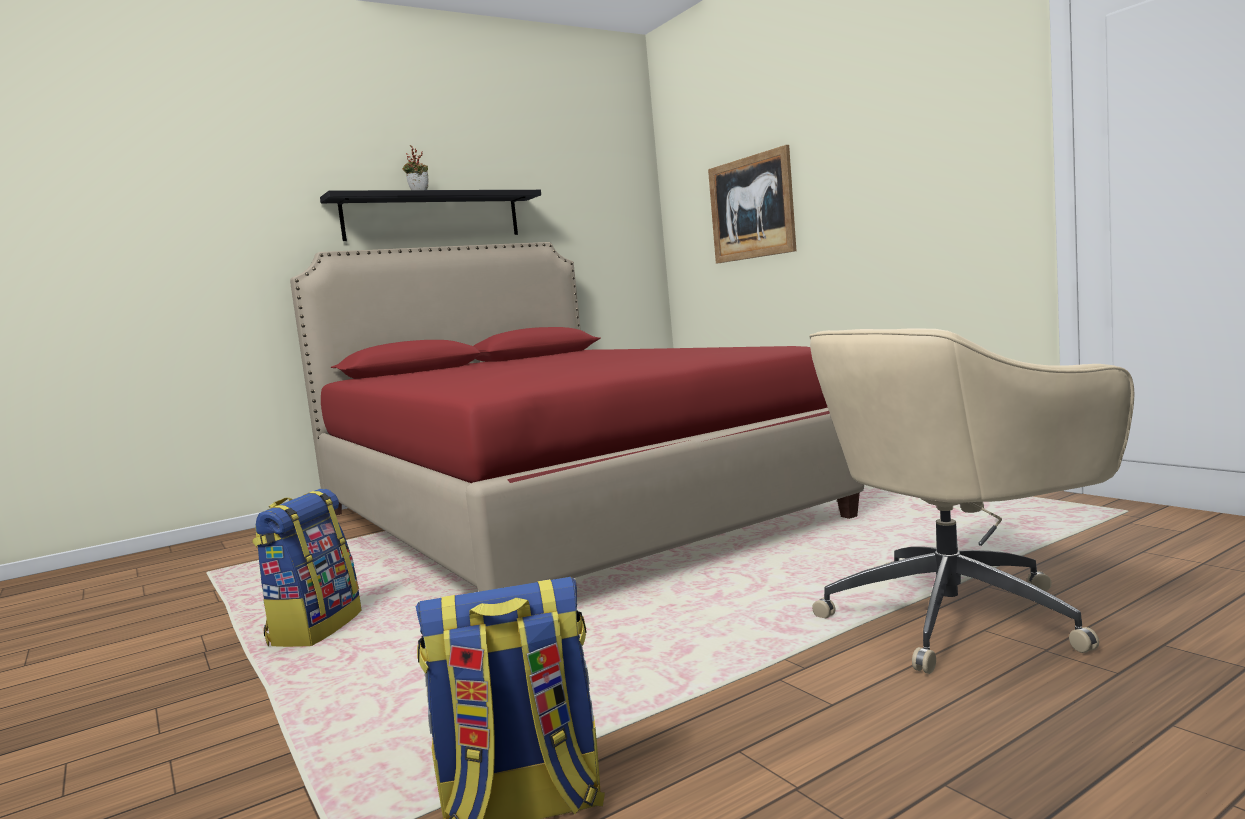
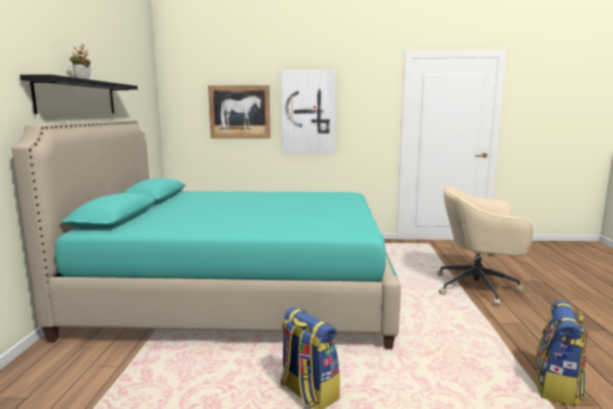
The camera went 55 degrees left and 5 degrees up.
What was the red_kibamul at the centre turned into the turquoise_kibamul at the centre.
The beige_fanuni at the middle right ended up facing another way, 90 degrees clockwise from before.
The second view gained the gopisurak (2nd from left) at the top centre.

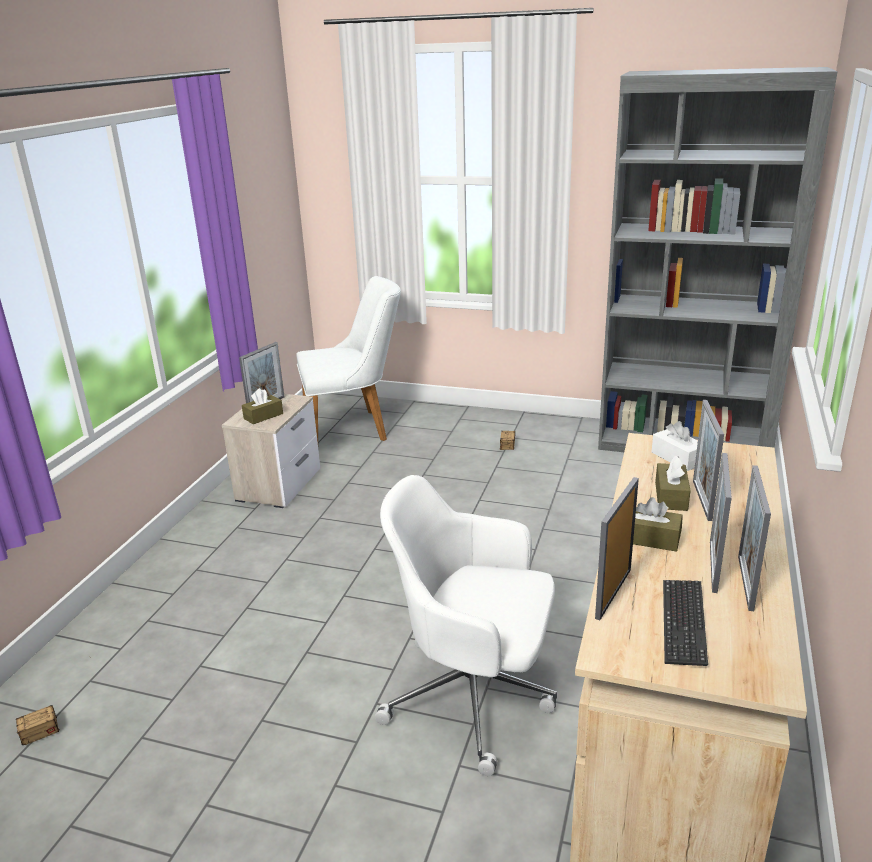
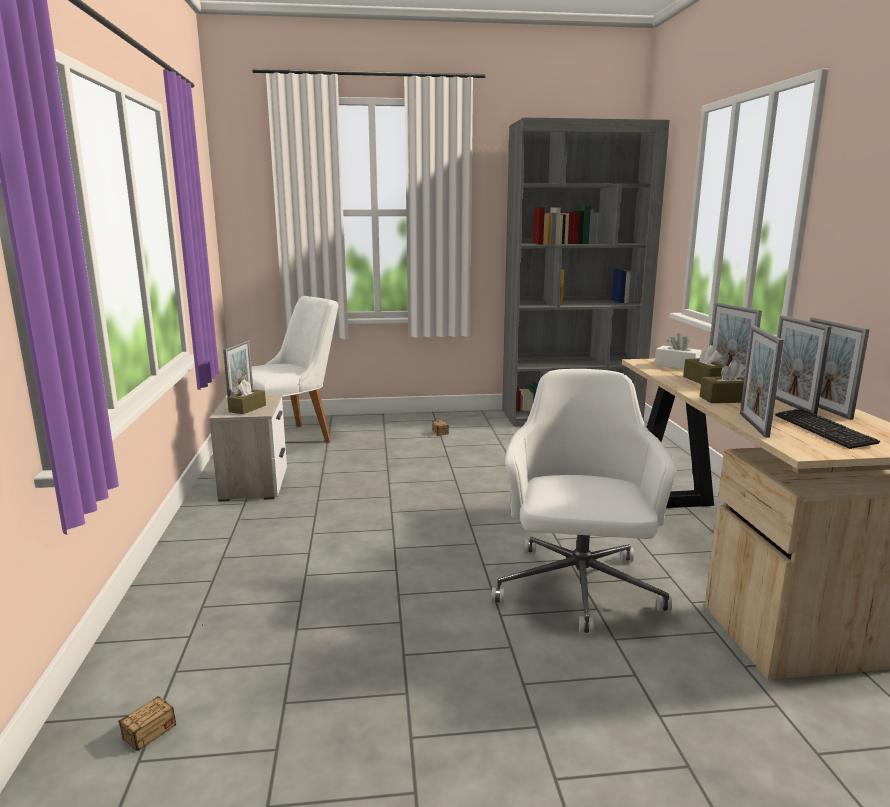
The camera went 25 degrees left and 10 degrees down.
The white_fanuni at the bottom centre ended up facing another way, 105 degrees clockwise from before.

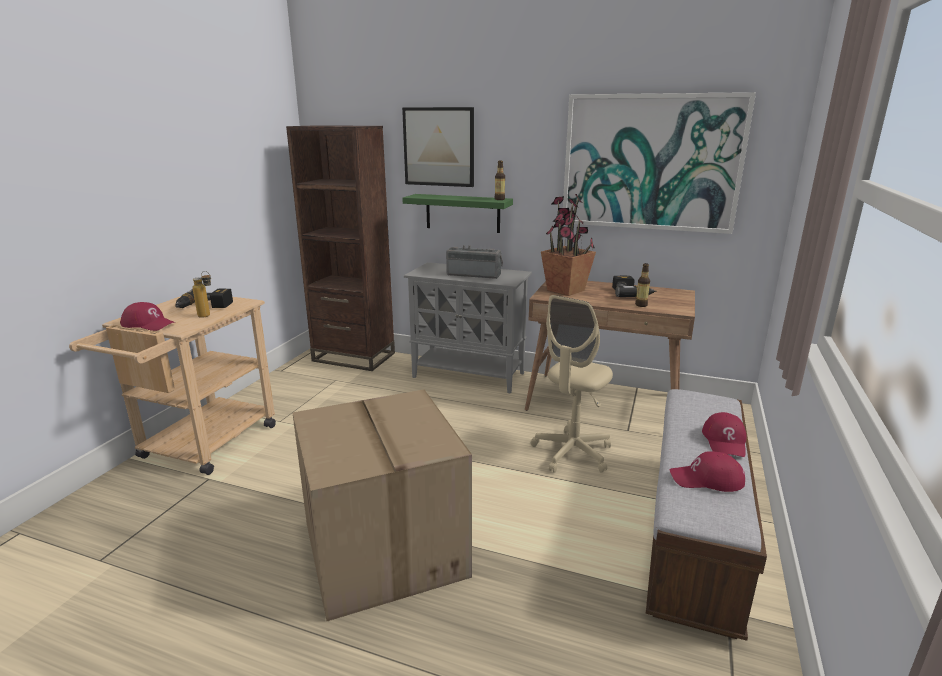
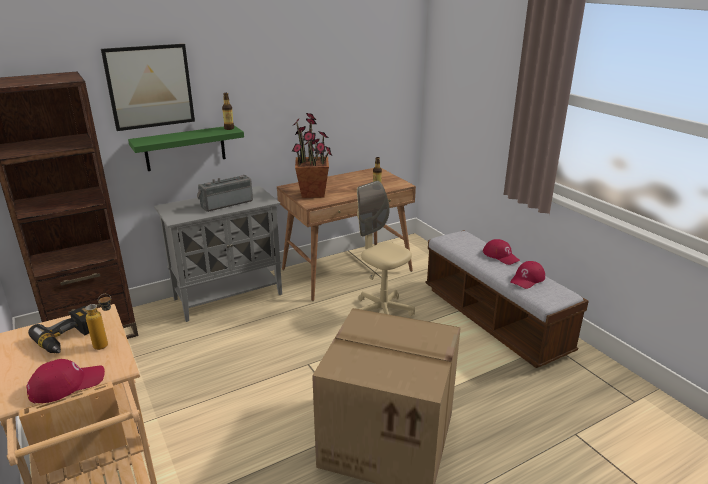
The camera went 50 degrees left and 5 degrees up.
The second view lost the gopisurak (2nd from left) at the top right.
The second view lost the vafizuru (2nd from left) at the middle right.
The beige_fanuni at the centre ended up facing another way, 150 degrees clockwise from before.

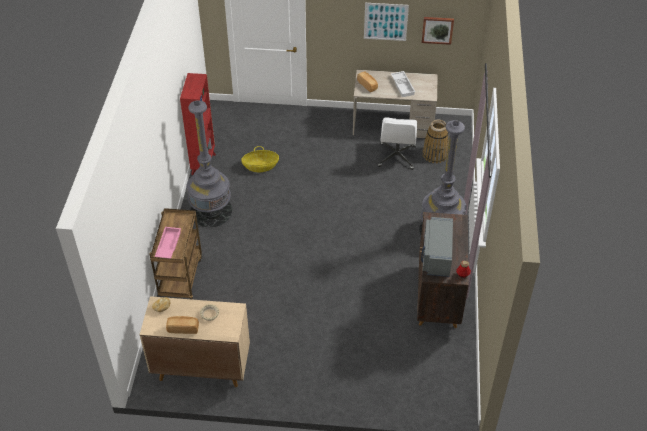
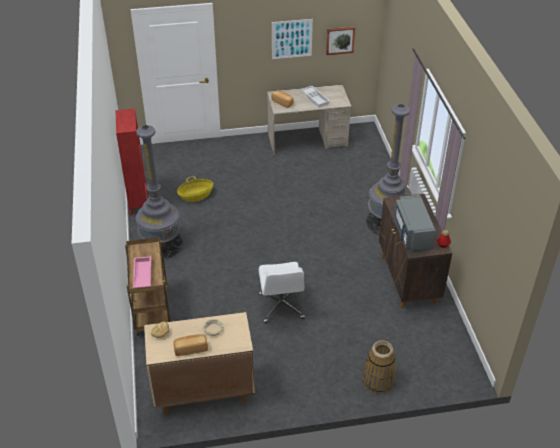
The camera went 15 degrees left and 5 degrees down.
The white_fanuni ended up elsewhere, having gone from the top centre to the centre.
The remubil (2nd from left) ended up elsewhere, having gone from the top right to the bottom right.

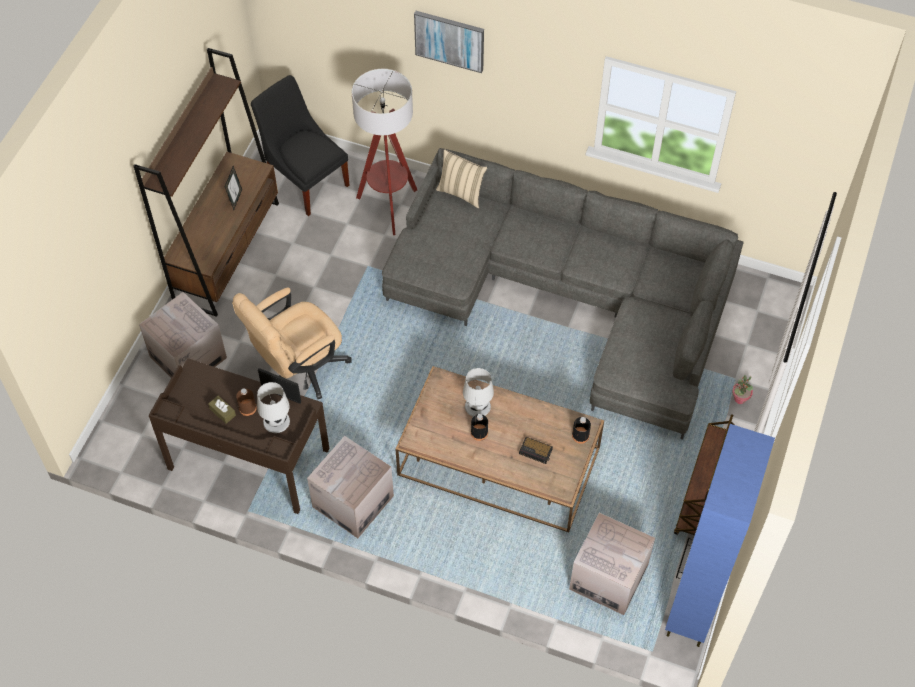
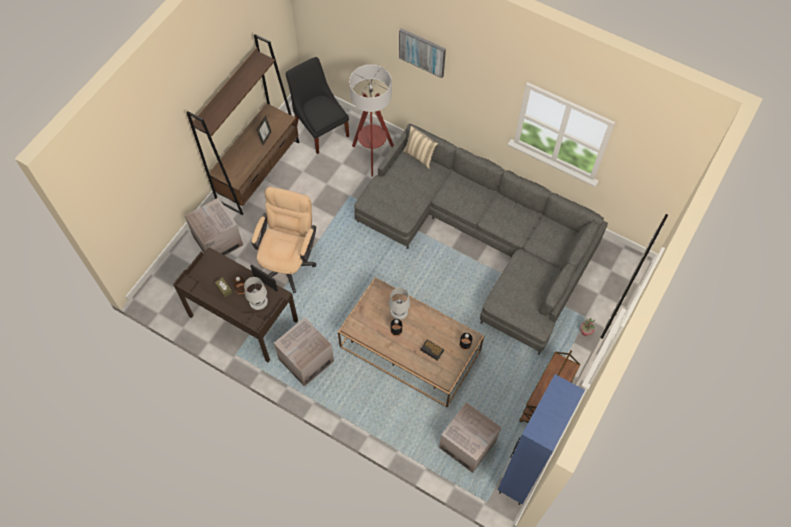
The camera went 10 degrees right and 5 degrees up.
The beige_fanuni at the middle left ended up facing another way, 135 degrees clockwise from before.

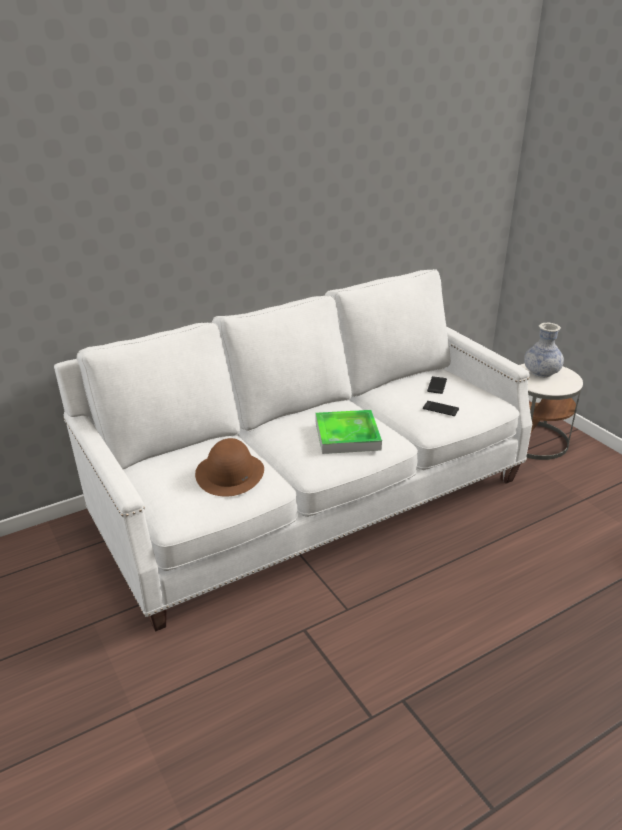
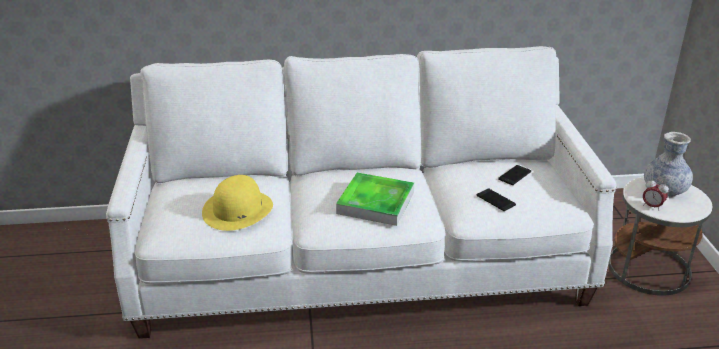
The camera went 25 degrees right and 0 degrees up.
What was the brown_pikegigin at the centre turned into the yellow_pikegigin at the middle left.
The second view gained the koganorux at the middle right.

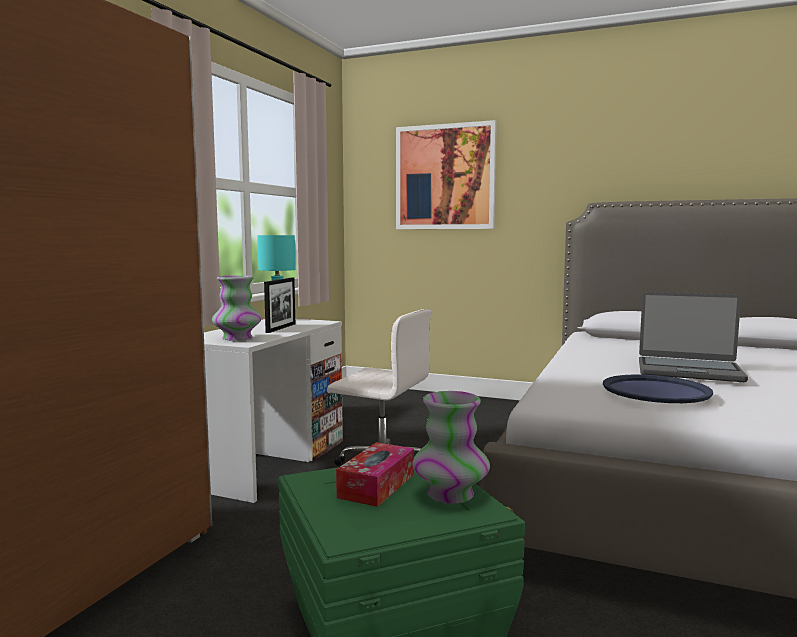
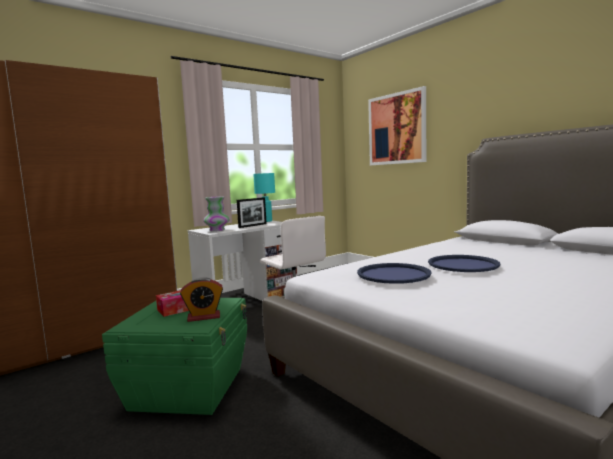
The camera went 30 degrees right and 0 degrees up.
Where the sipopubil stood at the middle right, the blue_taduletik (2nd from left) came to stand at the middle right.
Where the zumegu (2nd from left) stood at the bottom centre, the koganorux came to stand at the middle left.

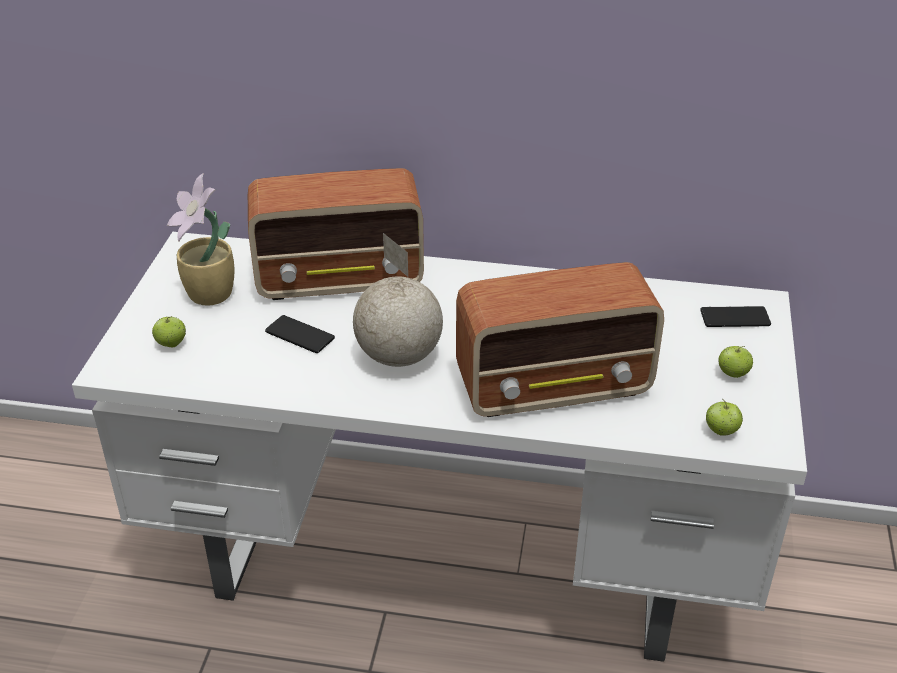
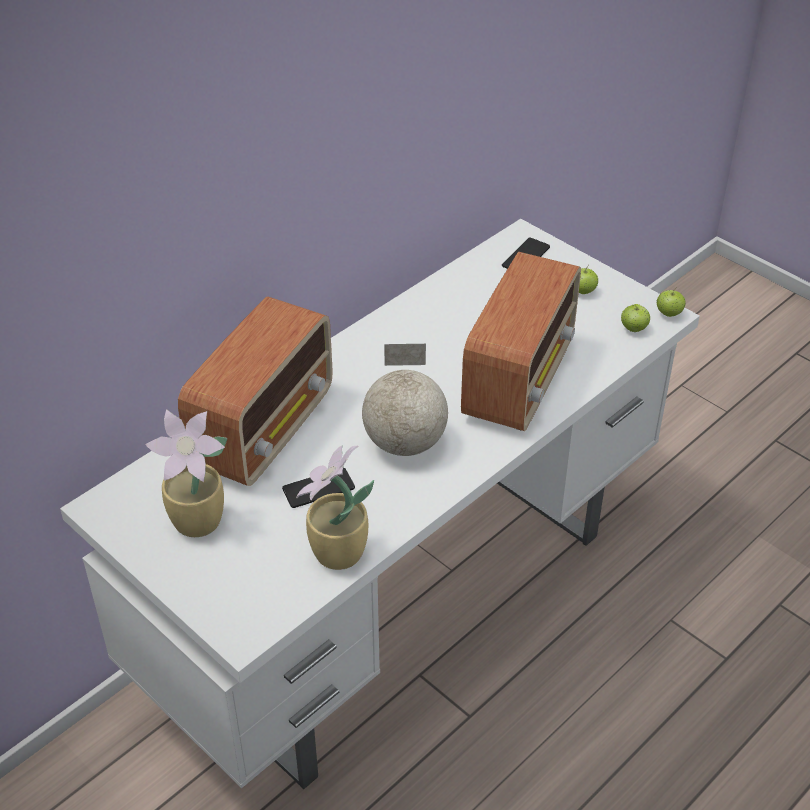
The camera went 55 degrees left and 5 degrees up.
The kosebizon (1st from left in the first image) ended up elsewhere, having gone from the middle left to the middle right.
The second view gained the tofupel (2nd from left) at the centre.

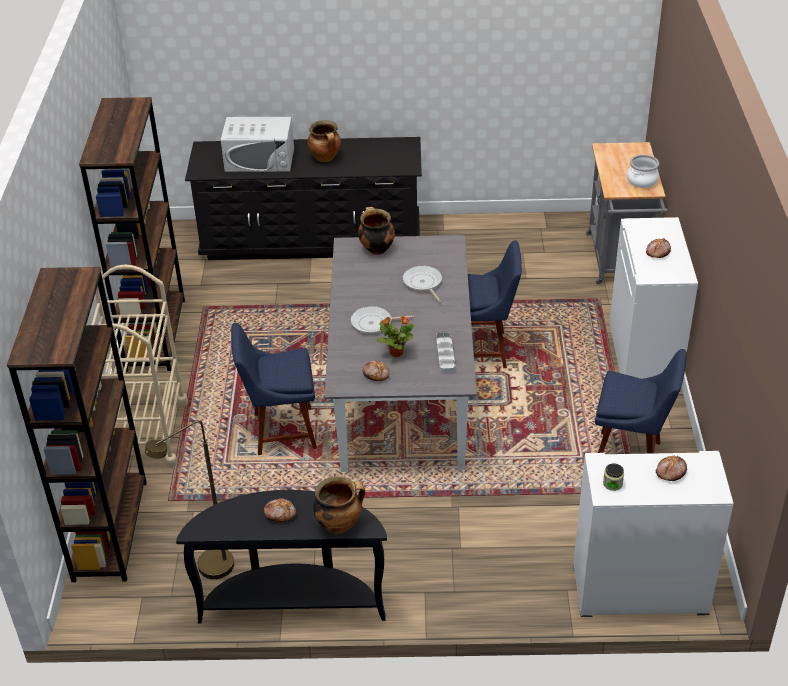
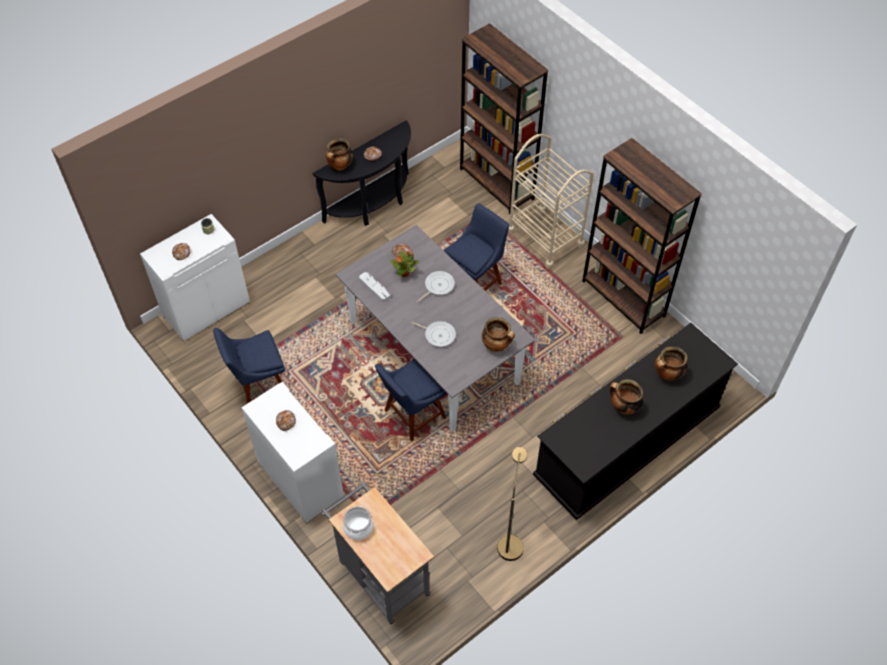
The camera went 140 degrees right and 15 degrees up.
Where the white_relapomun stood at the top left, the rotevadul (5th from left) came to stand at the middle right.
The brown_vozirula ended up elsewhere, having gone from the bottom left to the bottom centre.

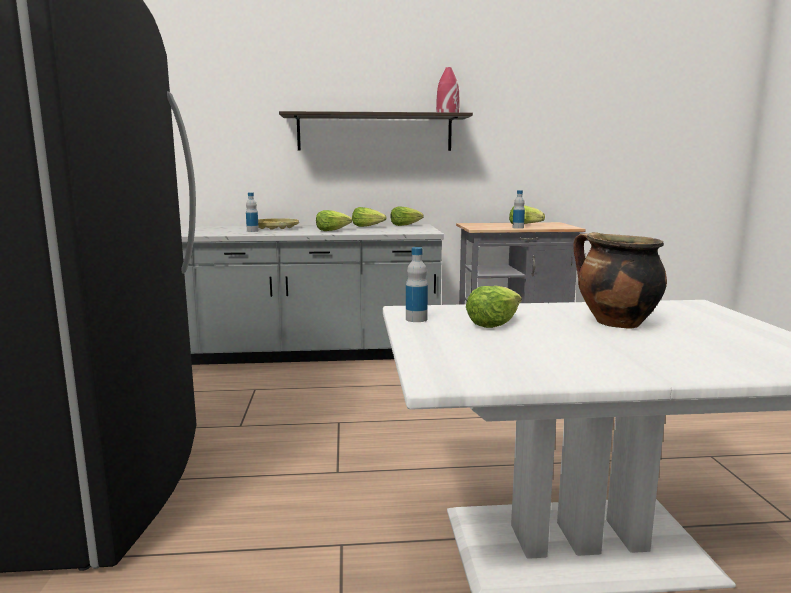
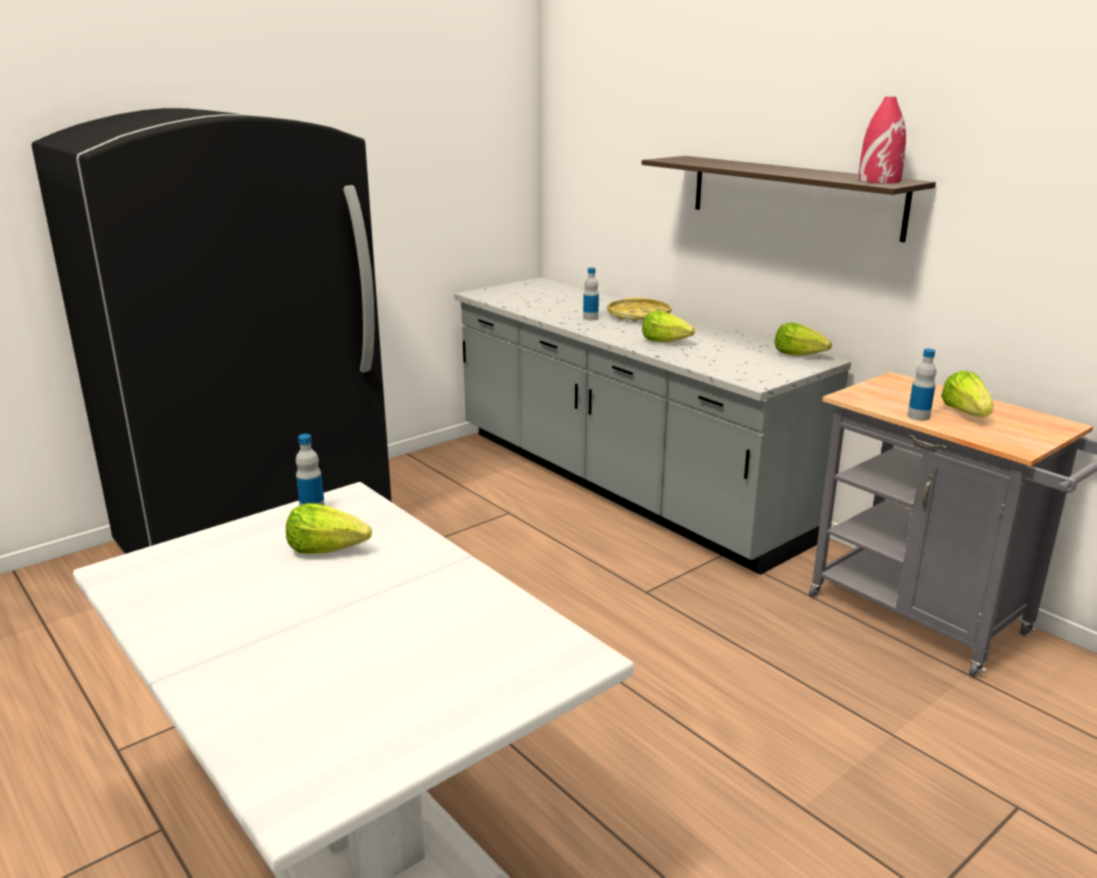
The camera went 55 degrees right and 10 degrees up.
The second view lost the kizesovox (2nd from left) at the centre.
The second view lost the rotevadul at the middle right.

